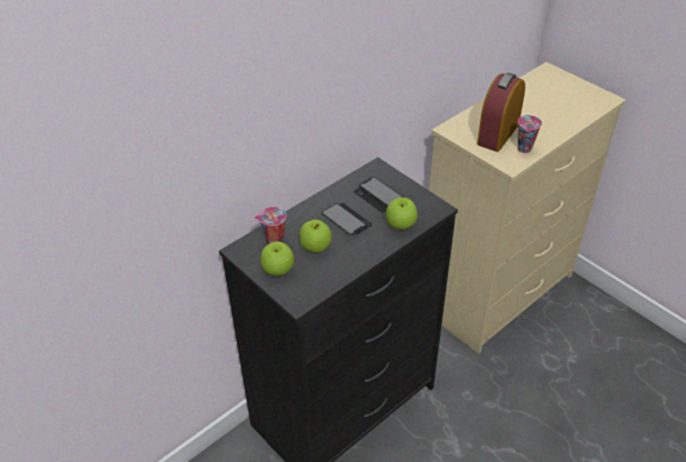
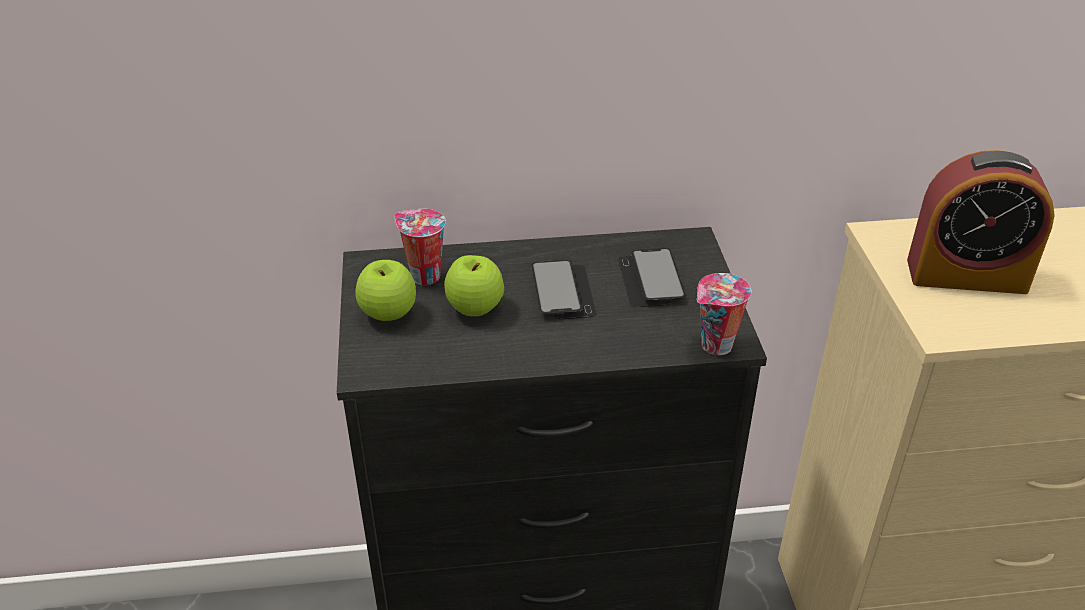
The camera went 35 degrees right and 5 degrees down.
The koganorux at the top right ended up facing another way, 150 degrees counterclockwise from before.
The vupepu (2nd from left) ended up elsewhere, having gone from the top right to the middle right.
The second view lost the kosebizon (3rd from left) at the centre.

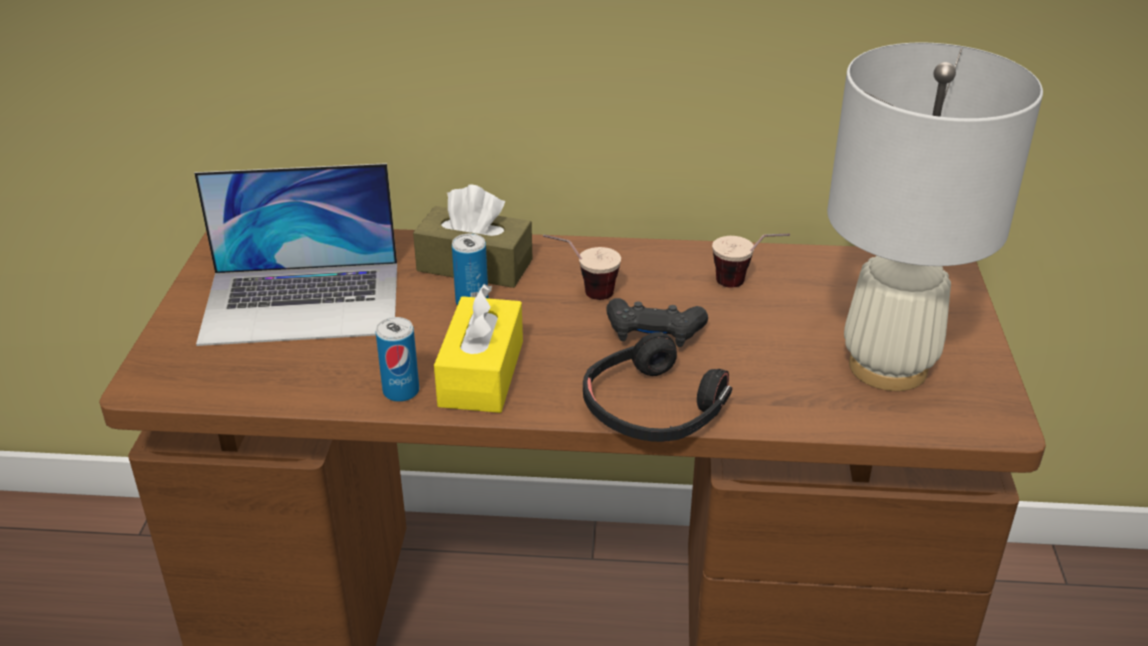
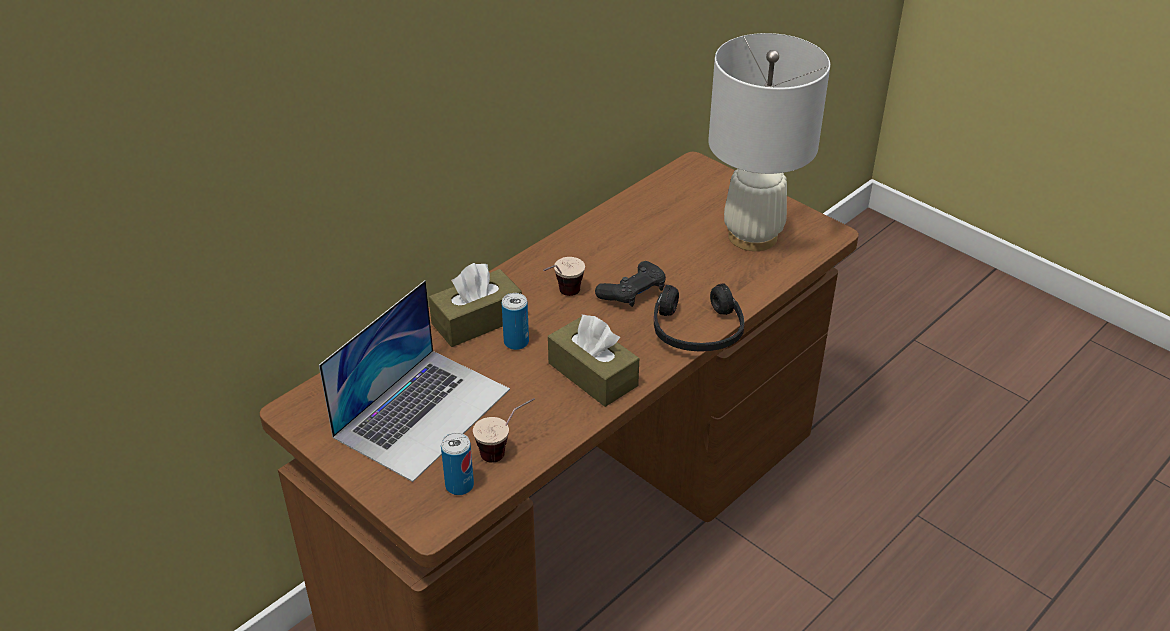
The camera went 50 degrees left and 5 degrees up.
The vupepu (2nd from left in the first image) ended up elsewhere, having gone from the centre to the bottom centre.
What was the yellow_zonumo at the centre turned into the brown_zonumo (2nd from left) at the centre.
The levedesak (1st from left) ended up elsewhere, having gone from the centre to the bottom centre.

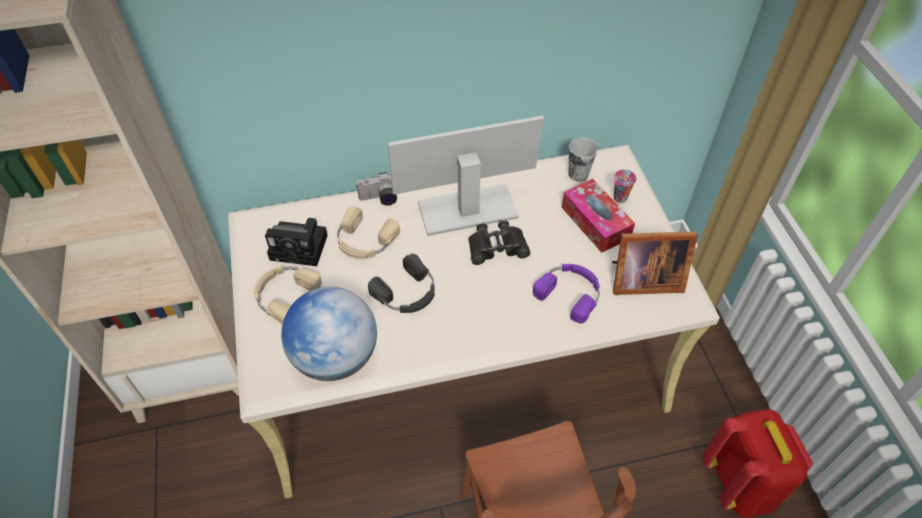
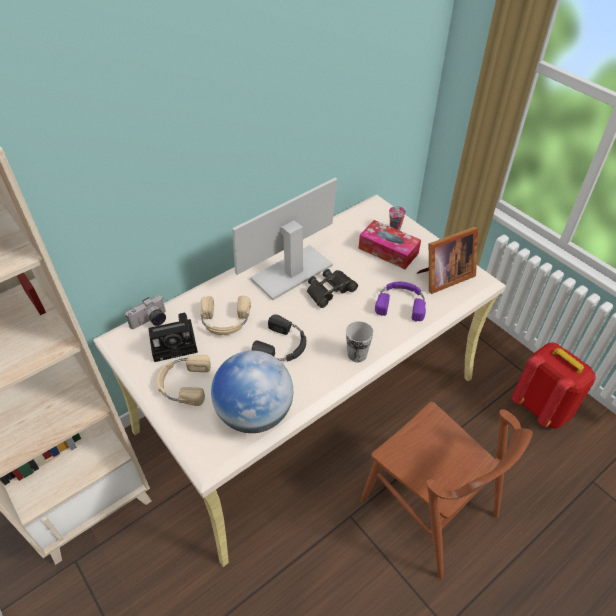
The camera went 25 degrees left and 5 degrees down.
The vupepu (1st from left) ended up elsewhere, having gone from the top centre to the centre.
The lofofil (2nd from left in the first image) ended up elsewhere, having gone from the centre to the middle left.

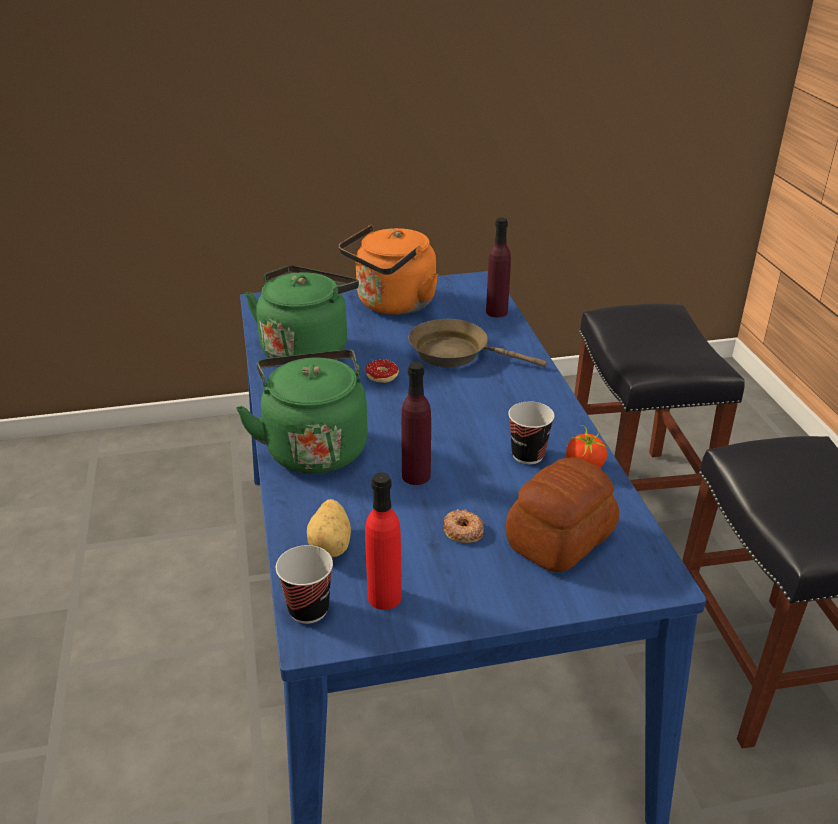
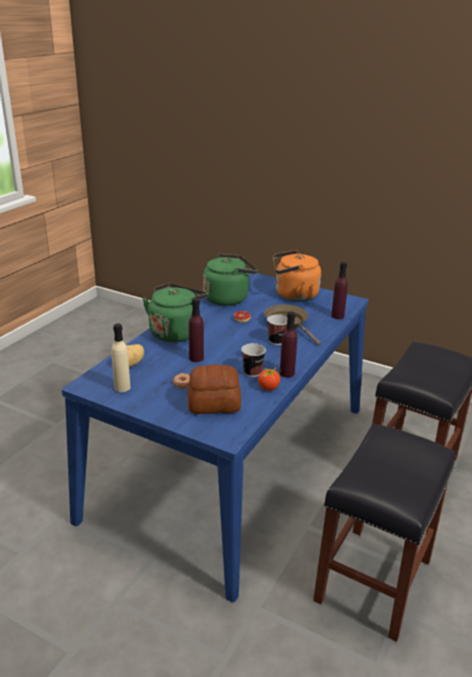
The camera went 40 degrees right and 5 degrees down.
What was the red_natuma at the centre turned into the beige_natuma at the middle left.
The vupepu (1st from left in the first image) ended up elsewhere, having gone from the bottom centre to the centre.
The second view gained the purple_natuma (2nd from left) at the centre.

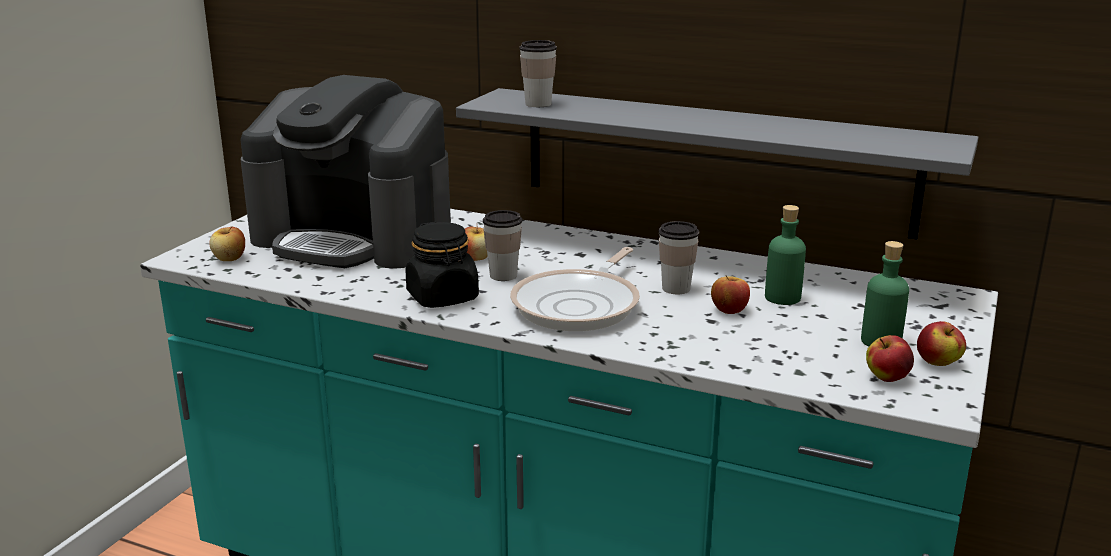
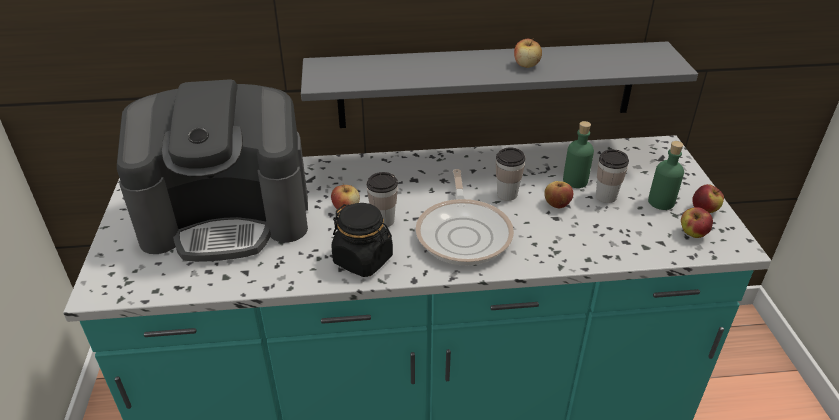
The camera went 30 degrees left and 15 degrees up.
The vupepu (2nd from left in the first image) ended up elsewhere, having gone from the top centre to the middle right.
The kosebizon (1st from left in the first image) ended up elsewhere, having gone from the middle left to the top centre.

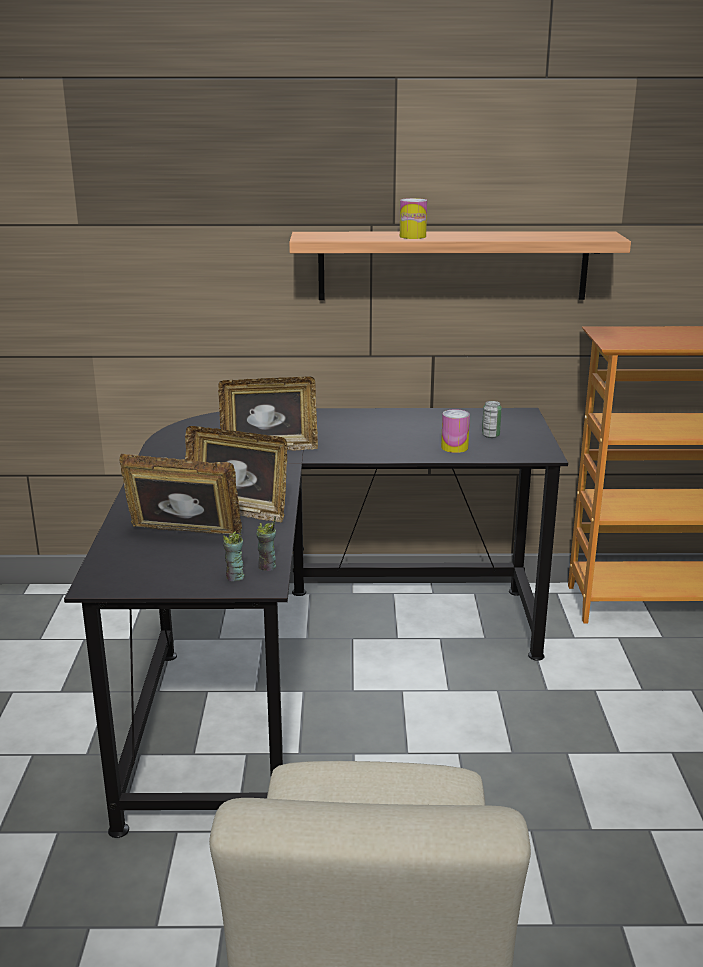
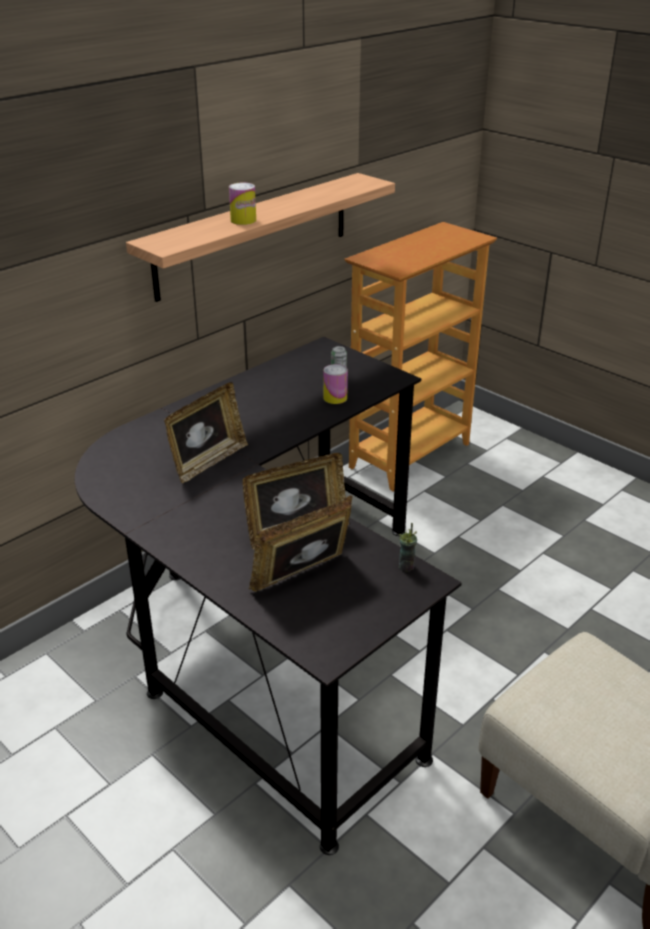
The camera went 45 degrees left and 10 degrees up.
The second view lost the vupepu (1st from left) at the middle left.

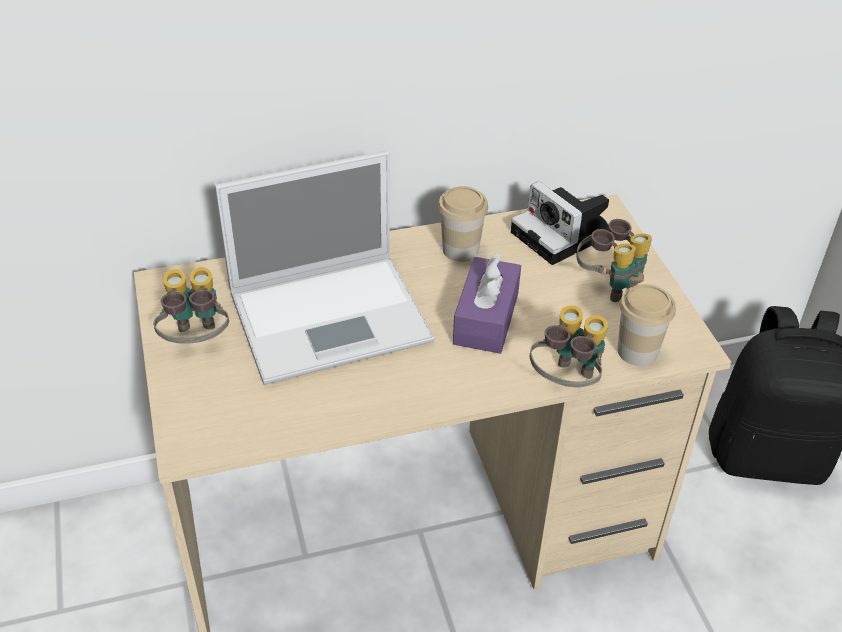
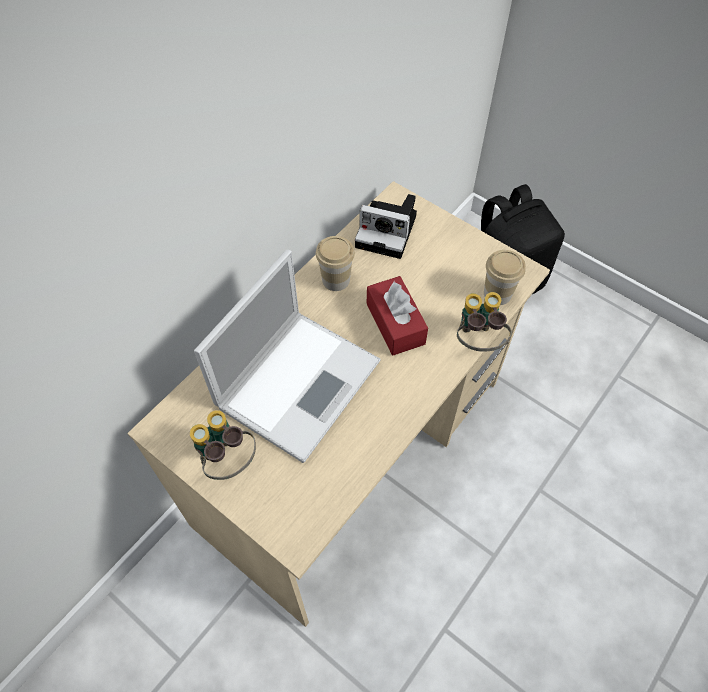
The camera went 35 degrees left and 15 degrees up.
The second view lost the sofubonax (3rd from left) at the middle right.
What was the purple_zonumo at the centre turned into the red_zonumo at the centre.

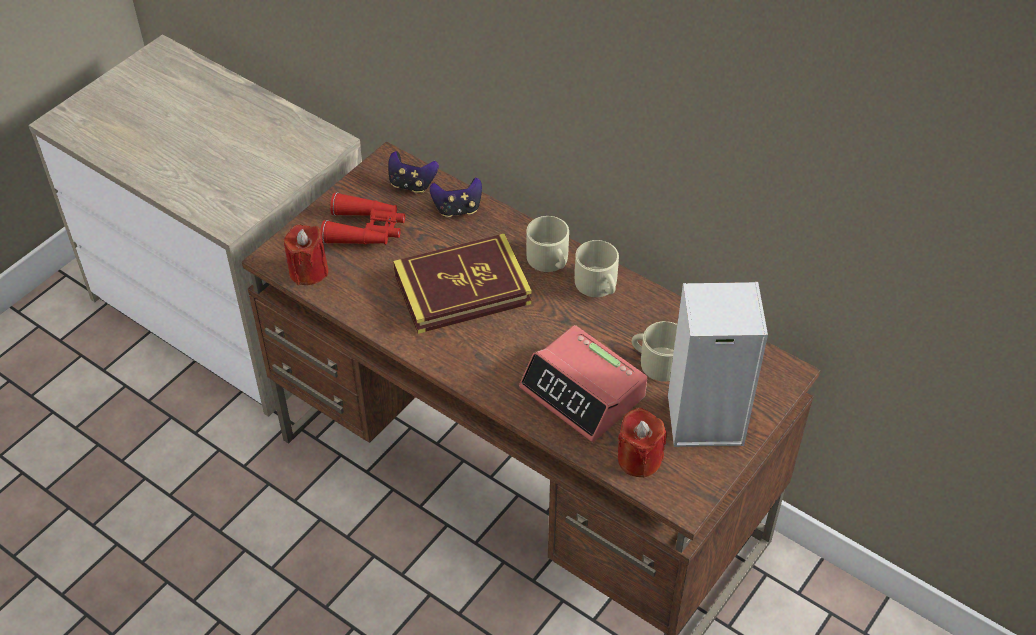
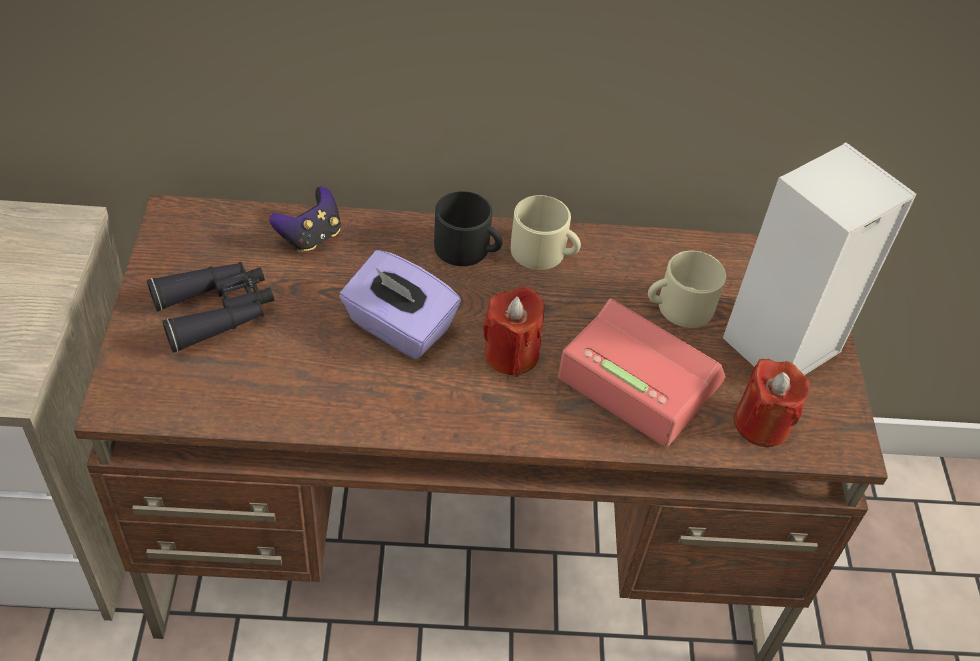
The camera went 40 degrees left and 0 degrees up.
The second view lost the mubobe (1st from left) at the top centre.
What was the red_sofubonax at the centre turned into the black_sofubonax at the middle left.
What was the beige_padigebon (1st from left) at the centre turned into the black_padigebon at the centre.
The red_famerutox (1st from left) ended up elsewhere, having gone from the middle left to the centre.
Where the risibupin stood at the centre, the purple_zonumo came to stand at the centre.
The koganorux at the centre ended up facing another way, 150 degrees counterclockwise from before.

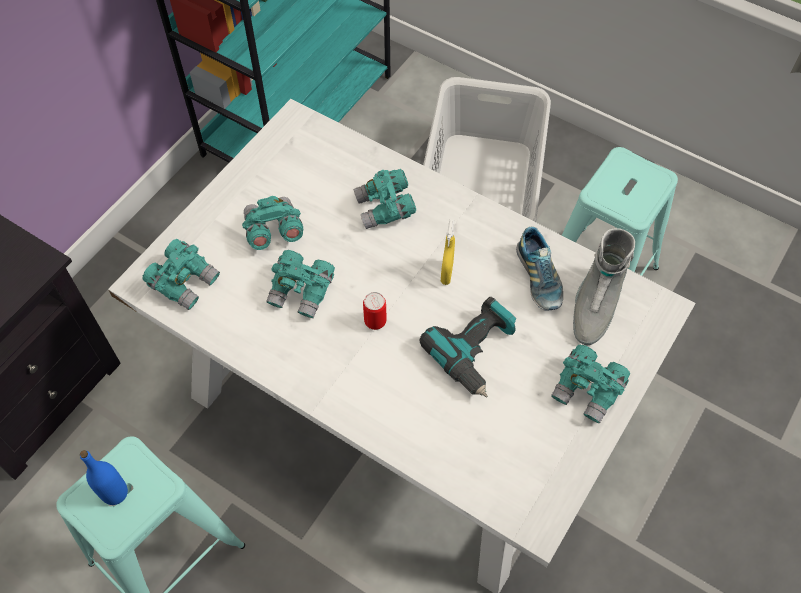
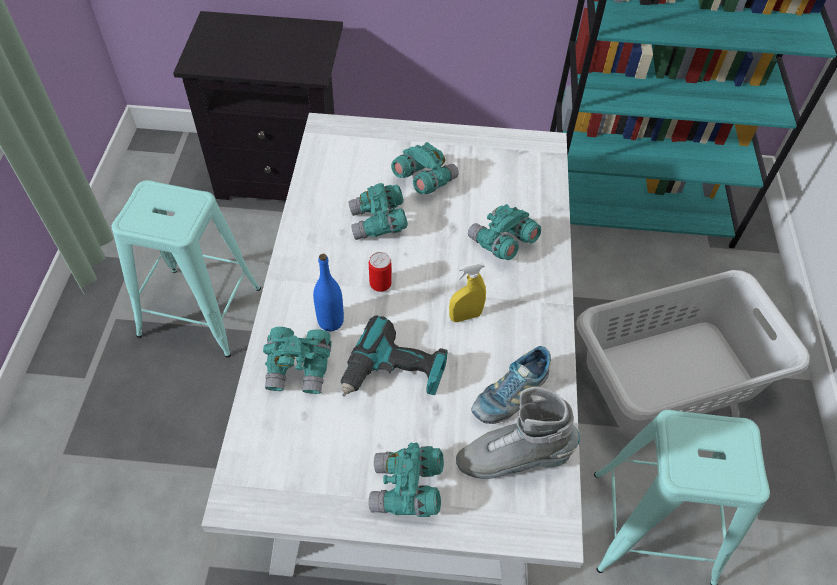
The camera went 60 degrees right and 5 degrees down.
The turquoise_sofubonax (1st from left) ended up elsewhere, having gone from the middle left to the centre.
The blue_natuma ended up elsewhere, having gone from the bottom left to the centre.

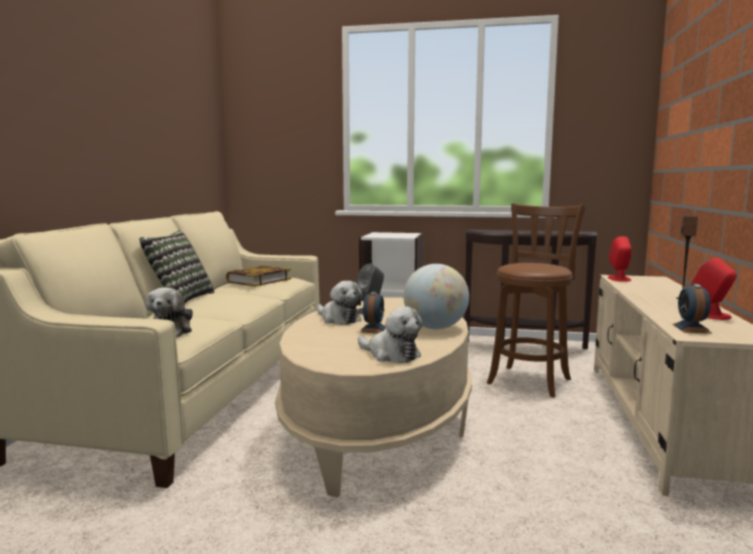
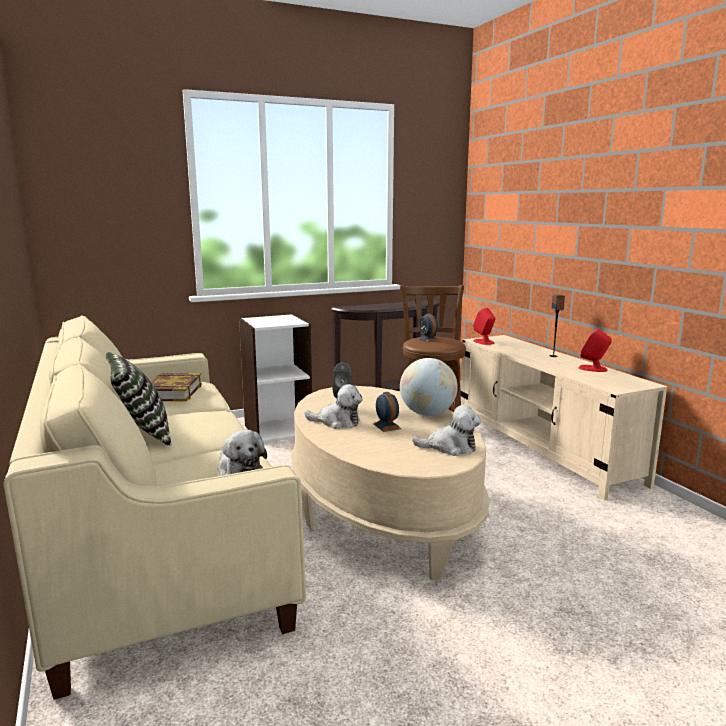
The camera went 35 degrees left and 5 degrees up.
The koganorux (2nd from left) ended up elsewhere, having gone from the middle right to the centre.

